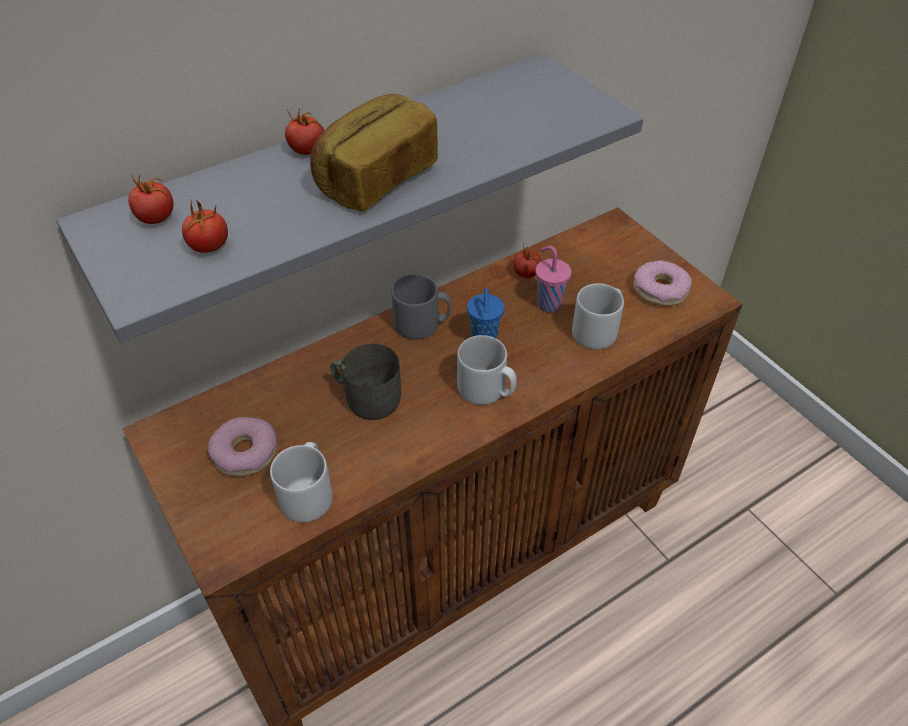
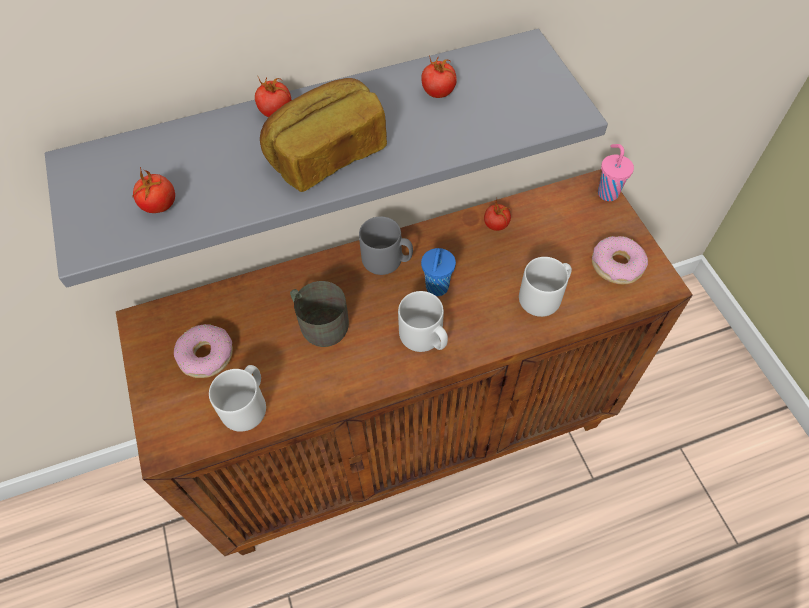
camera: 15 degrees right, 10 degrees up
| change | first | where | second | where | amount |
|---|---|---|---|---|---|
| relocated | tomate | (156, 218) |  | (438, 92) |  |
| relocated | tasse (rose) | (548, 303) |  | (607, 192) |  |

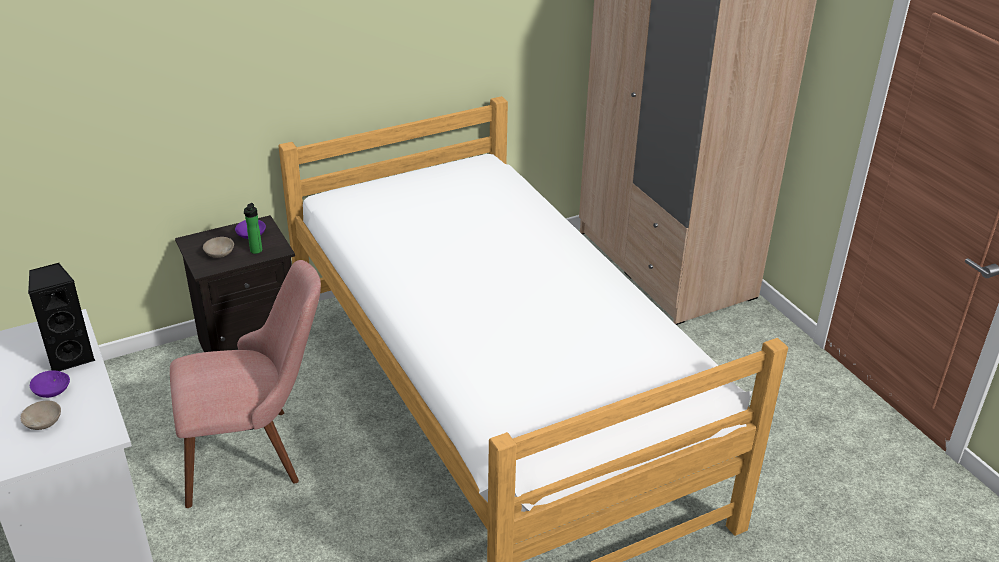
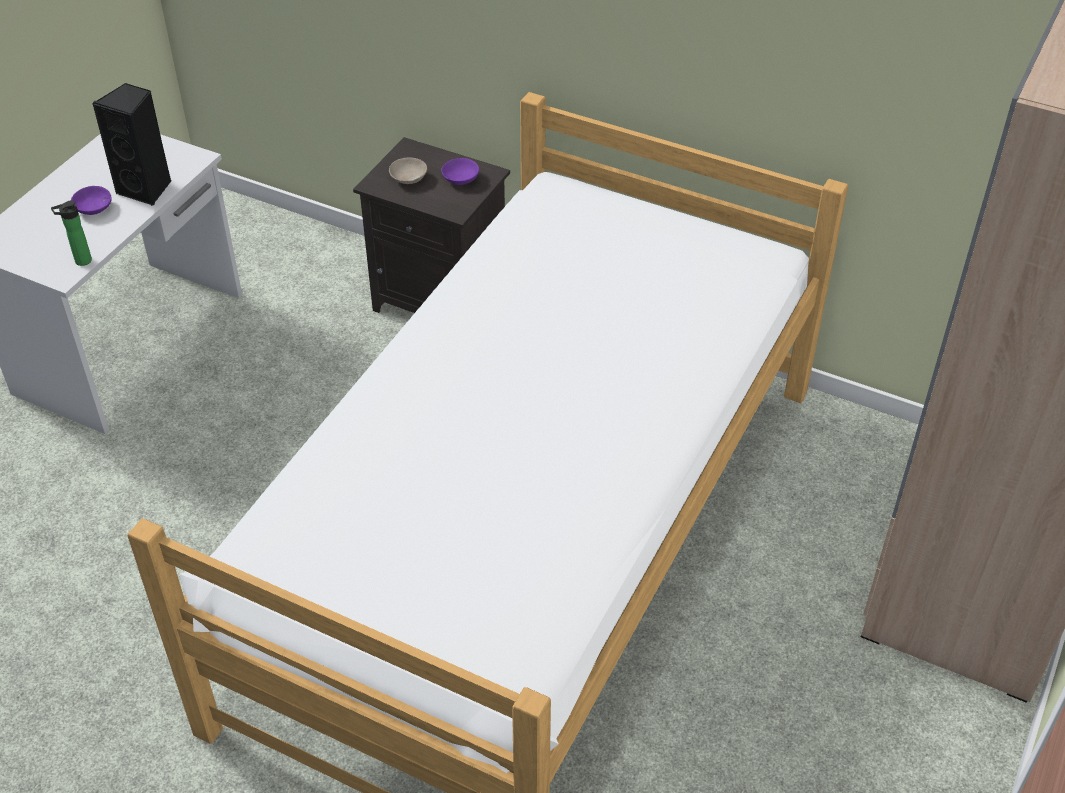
camera: 55 degrees right, 10 degrees up
| change | first | where | second | where | amount |
|---|---|---|---|---|---|
| missing | bol (beige) | (44, 422) |  |  |  |
| missing | chaise (rose) | (256, 451) |  |  |  |
| relocated | bouteille | (255, 251) |  | (80, 261) |  |

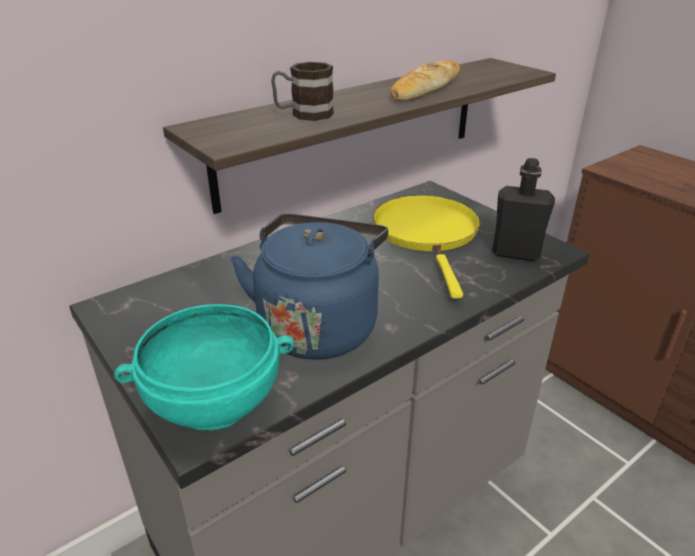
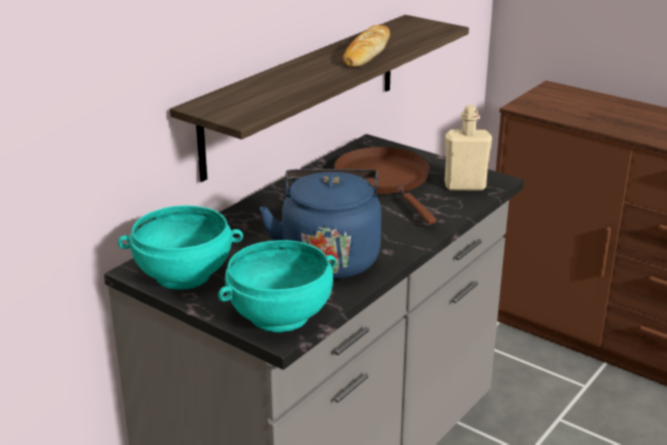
camera: 15 degrees left, 5 degrees down
| change | first | where | second | where | amount |
|---|---|---|---|---|---|
| missing | mug | (303, 114) |  |  |  |
| appeared |  |  | bol (turquoise) | (183, 276) |  |
| colour | poêle (jaune) | (427, 234) | poêle (marron) | (385, 180) |  |
| colour | bouteille (noir) | (515, 253) | bouteille (beige) | (465, 186) |  |

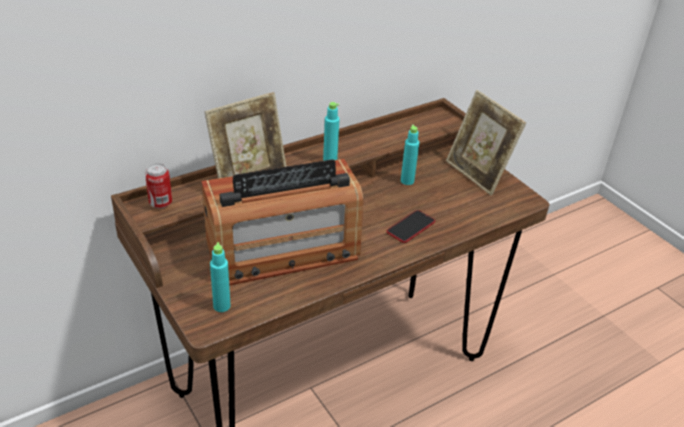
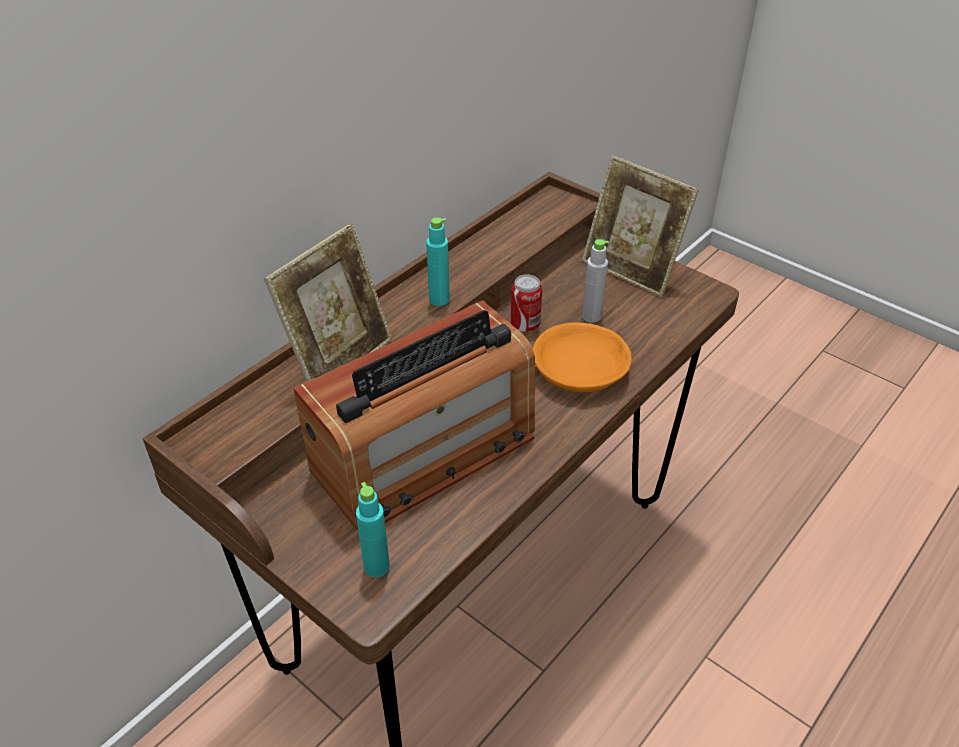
camera: 15 degrees left, 5 degrees up
| change | first | where | second | where | amount |
|---|---|---|---|---|---|
| missing | bouteille (turquoise) | (407, 181) |  |  |  |
| appeared |  |  | bouteille (gris) | (591, 316) |  |
| relocated | boîte métallique | (160, 203) |  | (525, 325) |  |
| exchanged | téléphone | (410, 227) | bol (orange) | (581, 371) |  |

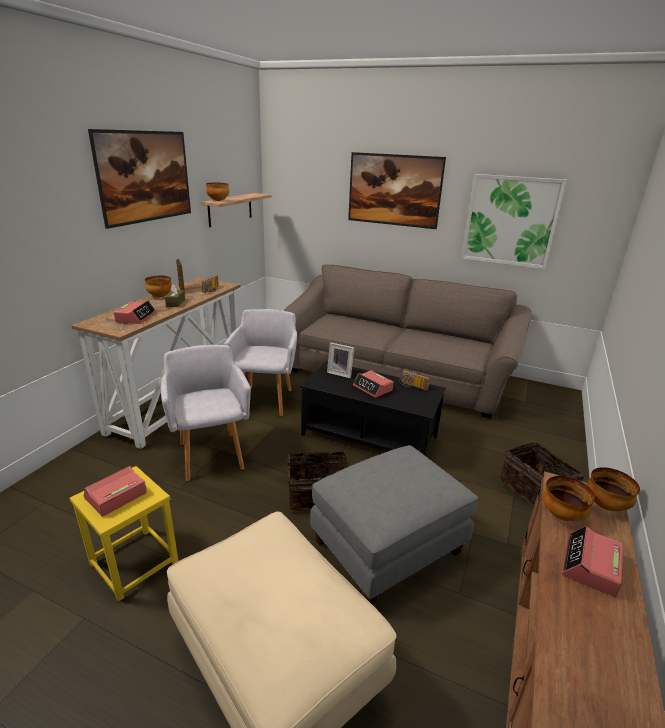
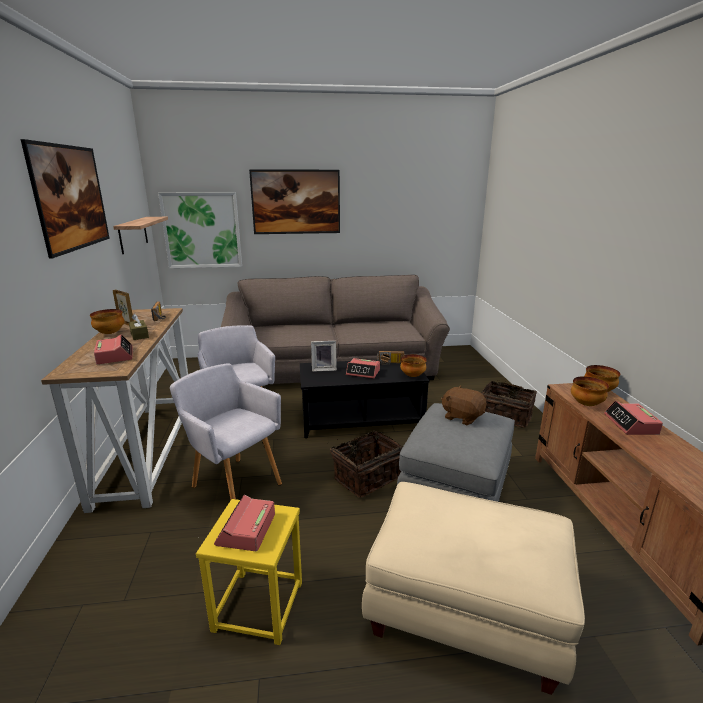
camera: 30 degrees left, 5 degrees down
| change | first | where | second | where | amount |
|---|---|---|---|---|---|
| appeared |  |  | peluche (marron) | (462, 417) |  |
| relocated | bol | (218, 201) |  | (413, 376) |  |
| relocated | tableau | (510, 221) |  | (202, 230) |  |

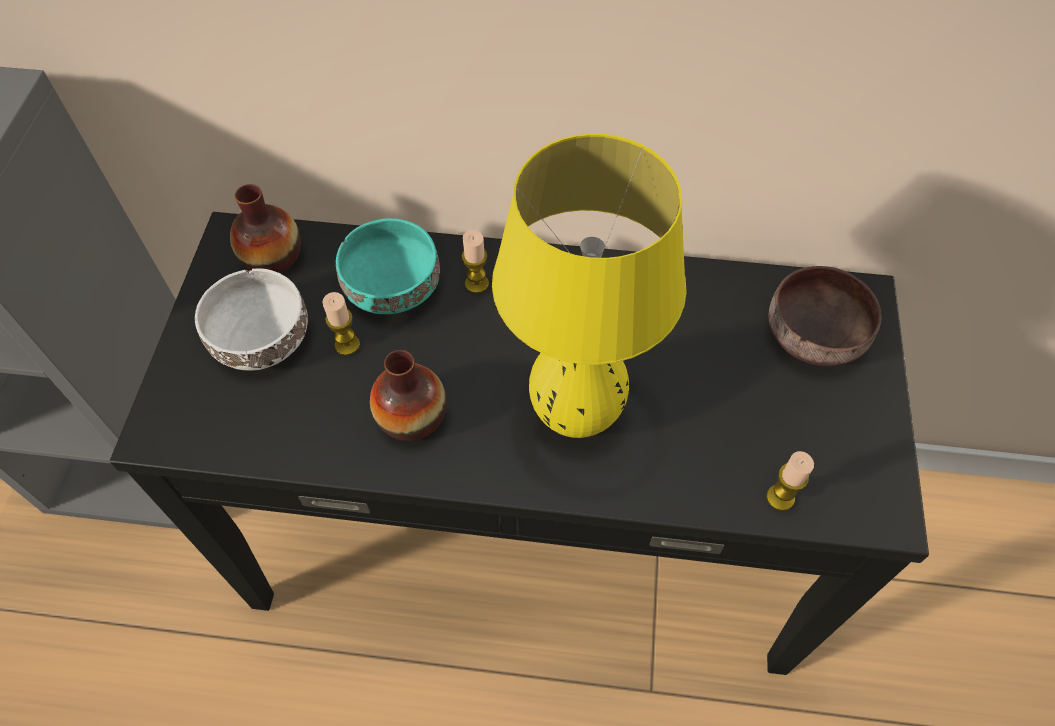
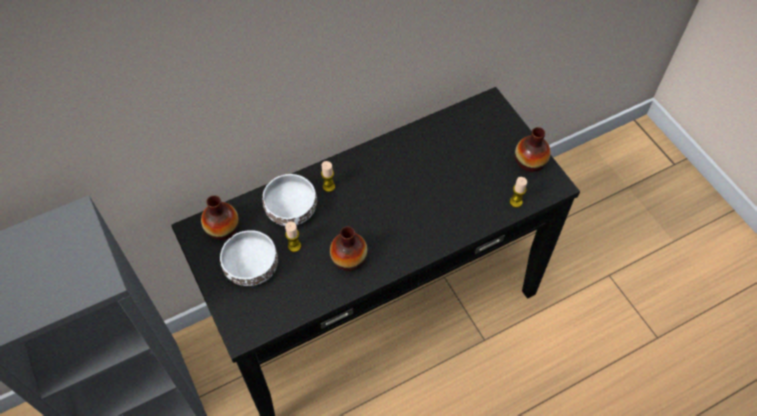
camera: 35 degrees left, 0 degrees up
| change | first | where | second | where | amount |
|---|---|---|---|---|---|
| missing | lampe de table (jaune) | (576, 416) |  |  |  |
| missing | bol (marron) | (816, 333) |  |  |  |
| appeared |  |  | vase | (530, 161) |  |
| colour | bol (turquoise) | (393, 287) | bol (blanc) | (292, 209) |  |

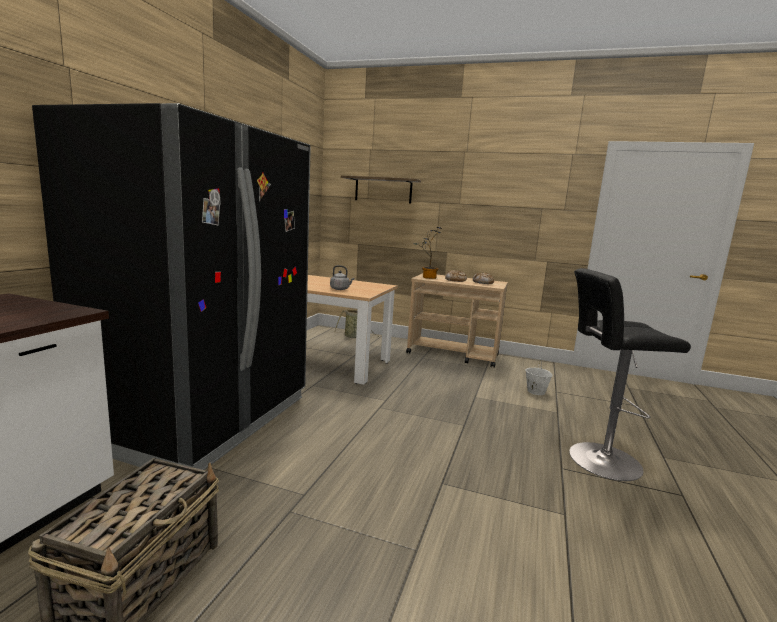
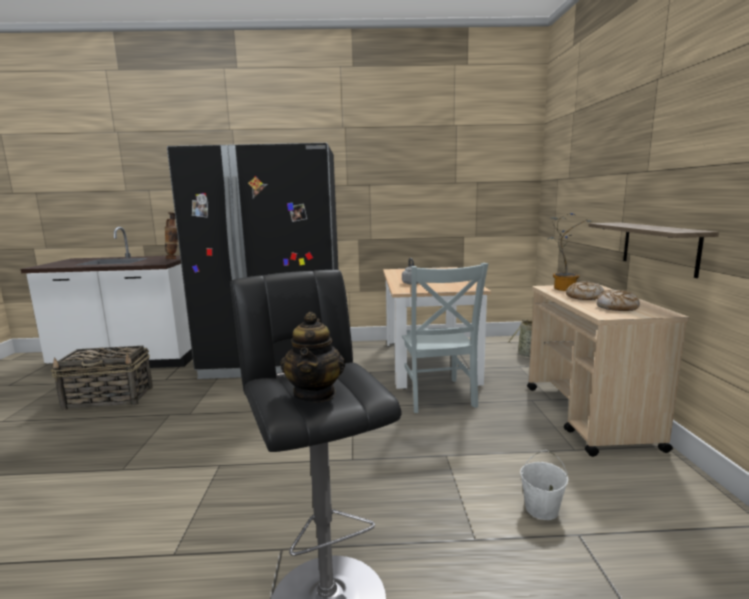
camera: 70 degrees right, 0 degrees up
| change | first | where | second | where | amount |
|---|---|---|---|---|---|
| appeared |  |  | vase | (174, 259) |  |
| appeared |  |  | théière | (315, 393) |  |
| appeared |  |  | chaise (gris) | (437, 397) |  |
| relocated | étagère | (383, 190) |  | (659, 247) |  |

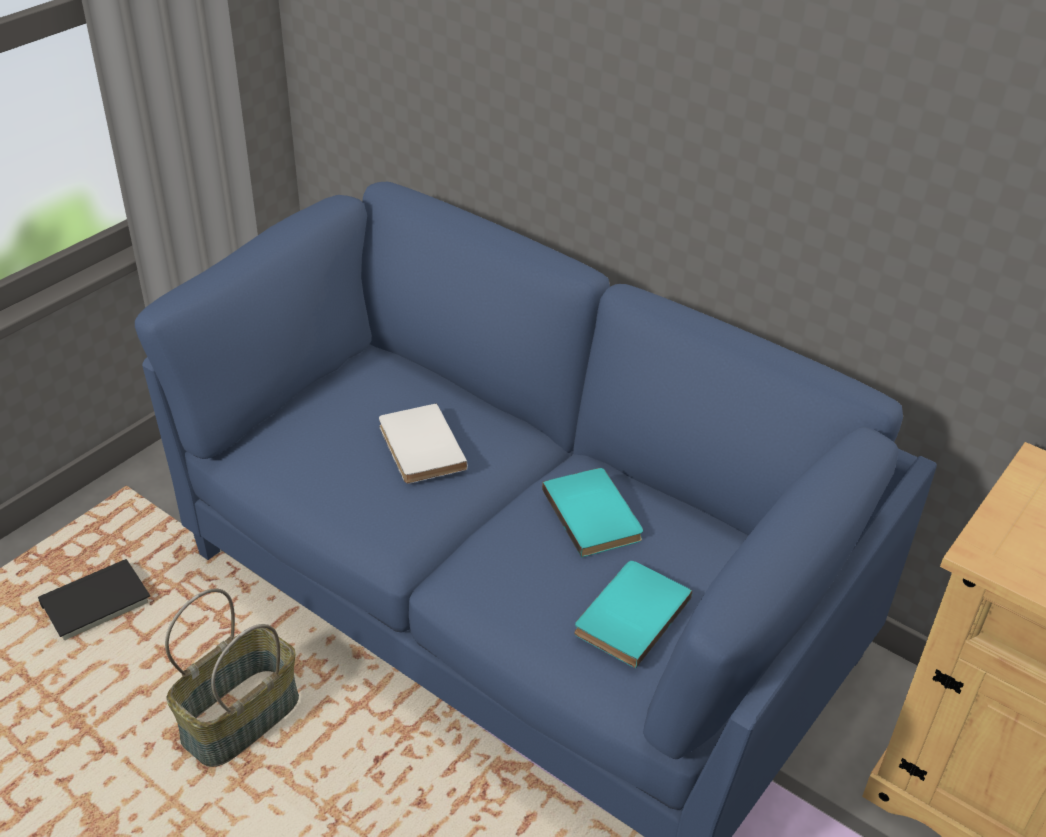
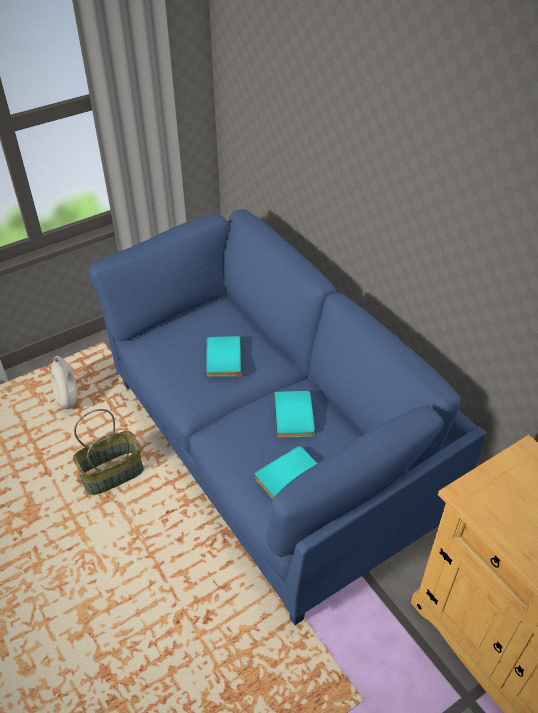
camera: 20 degrees right, 5 degrees up
| change | first | where | second | where | amount |
|---|---|---|---|---|---|
| exchanged | livre (noir) | (96, 605) | vase (blanc) | (68, 400) |  |
| colour | livre (blanc) | (418, 447) | livre (turquoise) | (222, 358) |  |

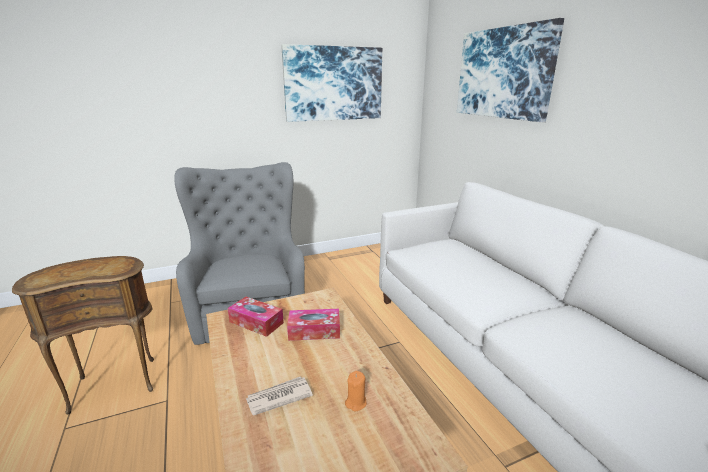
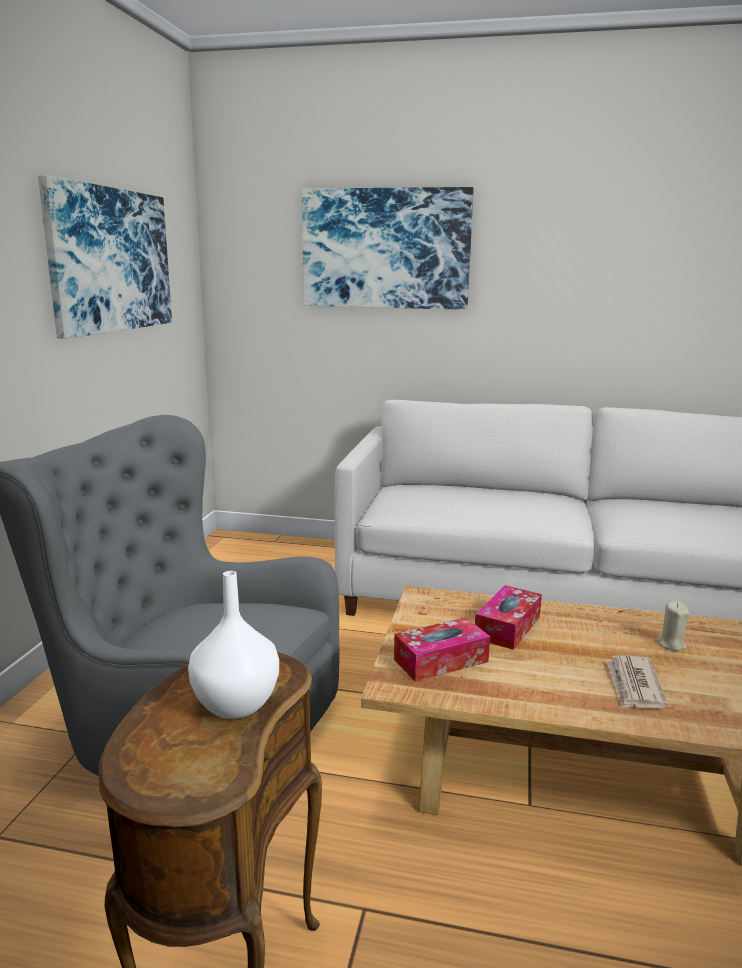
camera: 55 degrees left, 5 degrees down
| change | first | where | second | where | amount |
|---|---|---|---|---|---|
| appeared |  |  | vase (blanc) | (236, 706) |  |
| colour | bougie (orange) | (356, 402) | bougie (beige) | (671, 644) |  |

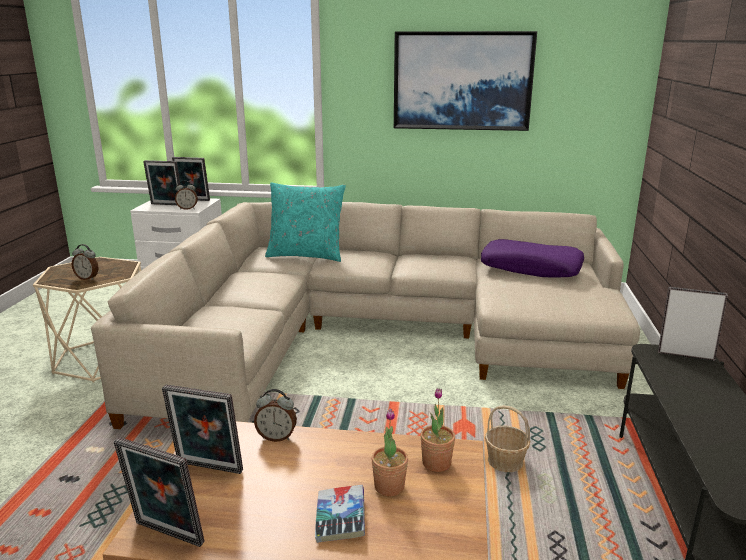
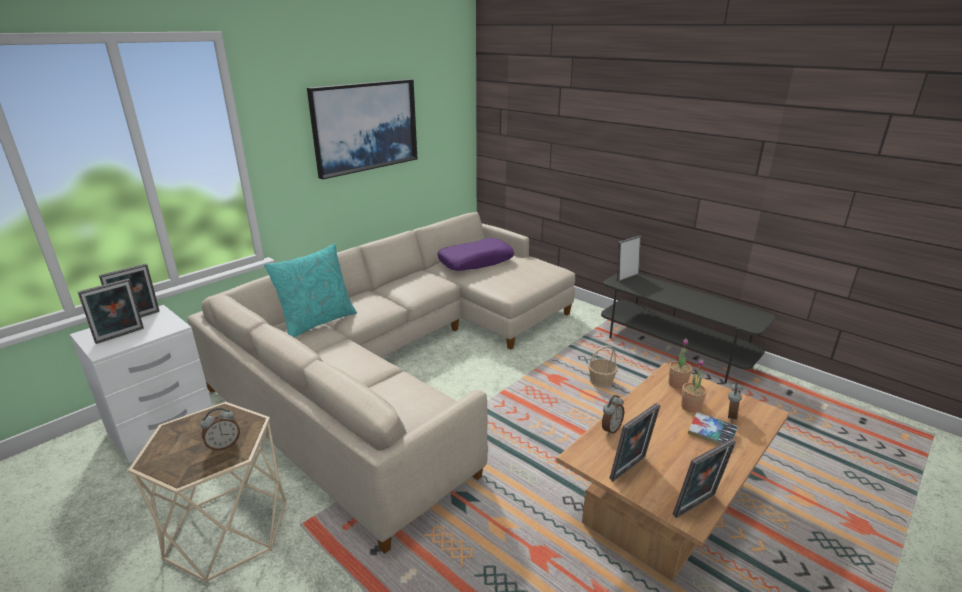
camera: 55 degrees left, 5 degrees up
| change | first | where | second | where | amount |
|---|---|---|---|---|---|
| relocated | réveil | (187, 209) |  | (730, 416) |  |

